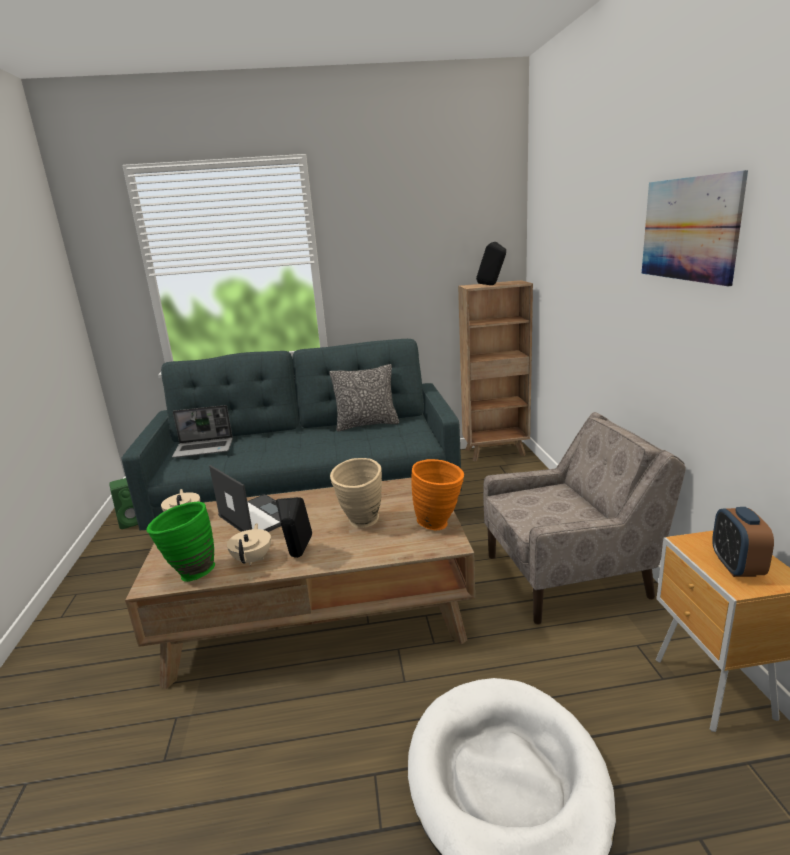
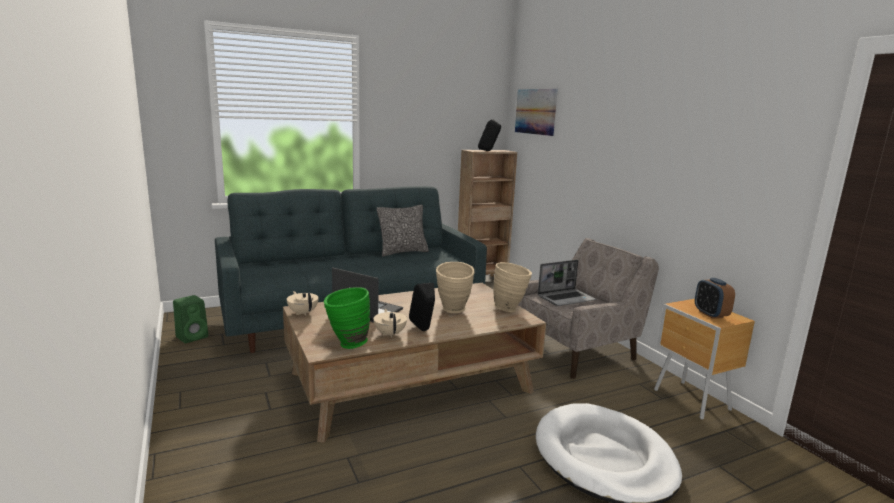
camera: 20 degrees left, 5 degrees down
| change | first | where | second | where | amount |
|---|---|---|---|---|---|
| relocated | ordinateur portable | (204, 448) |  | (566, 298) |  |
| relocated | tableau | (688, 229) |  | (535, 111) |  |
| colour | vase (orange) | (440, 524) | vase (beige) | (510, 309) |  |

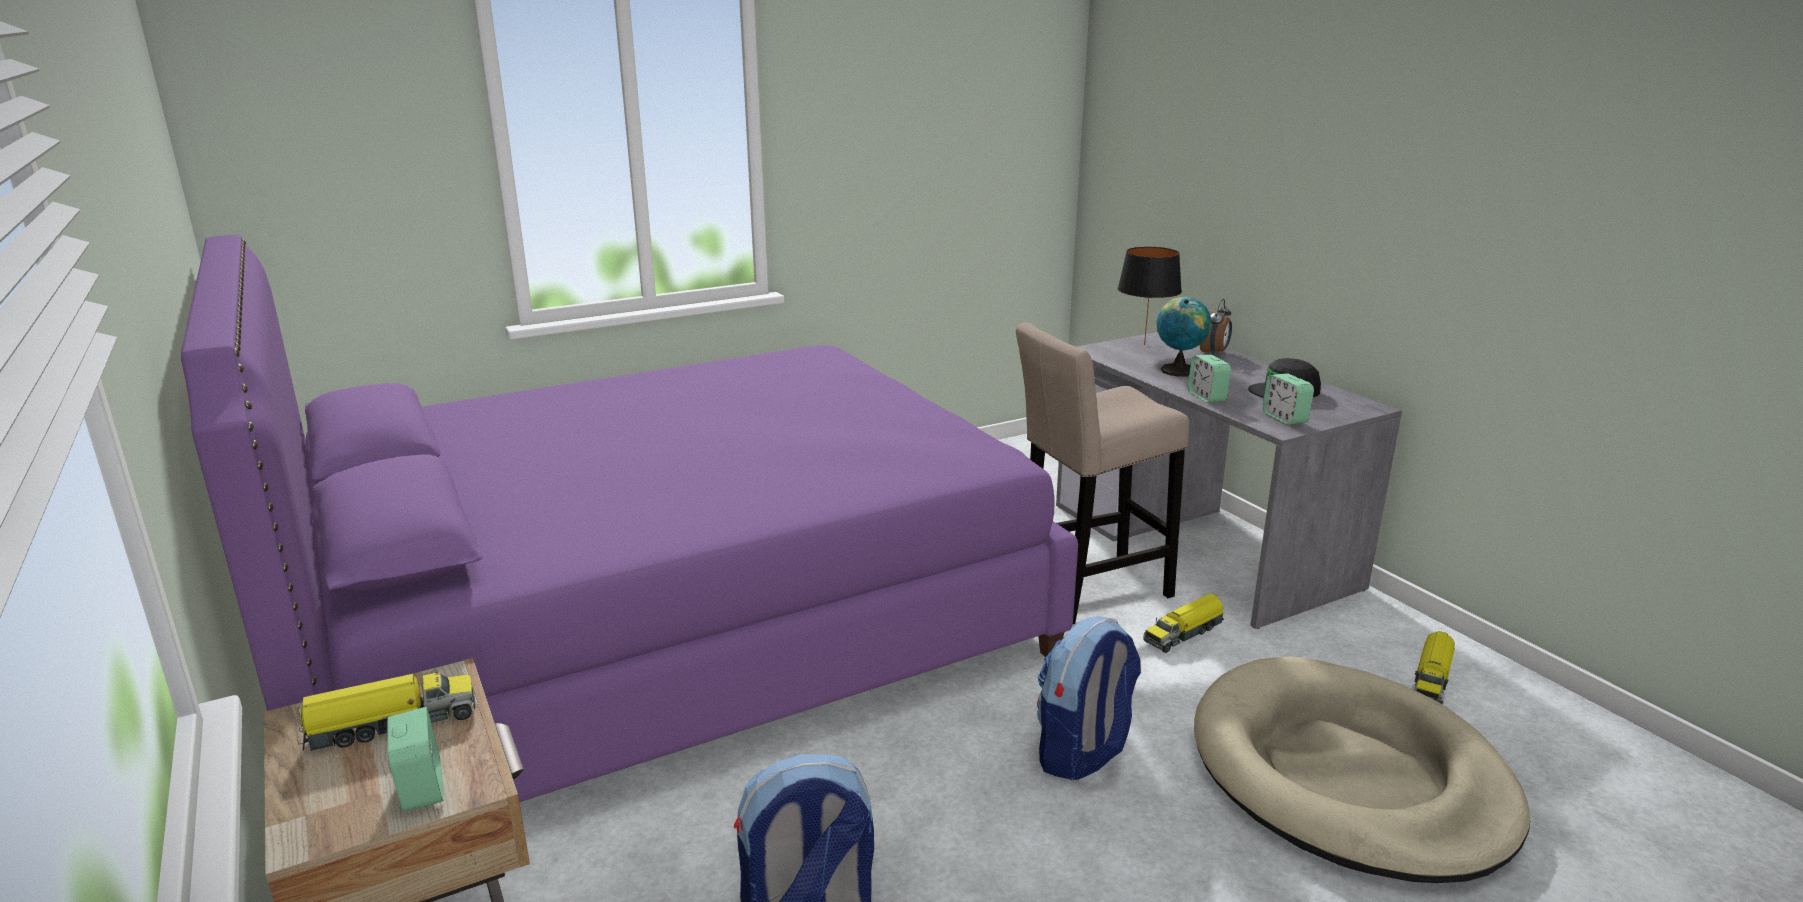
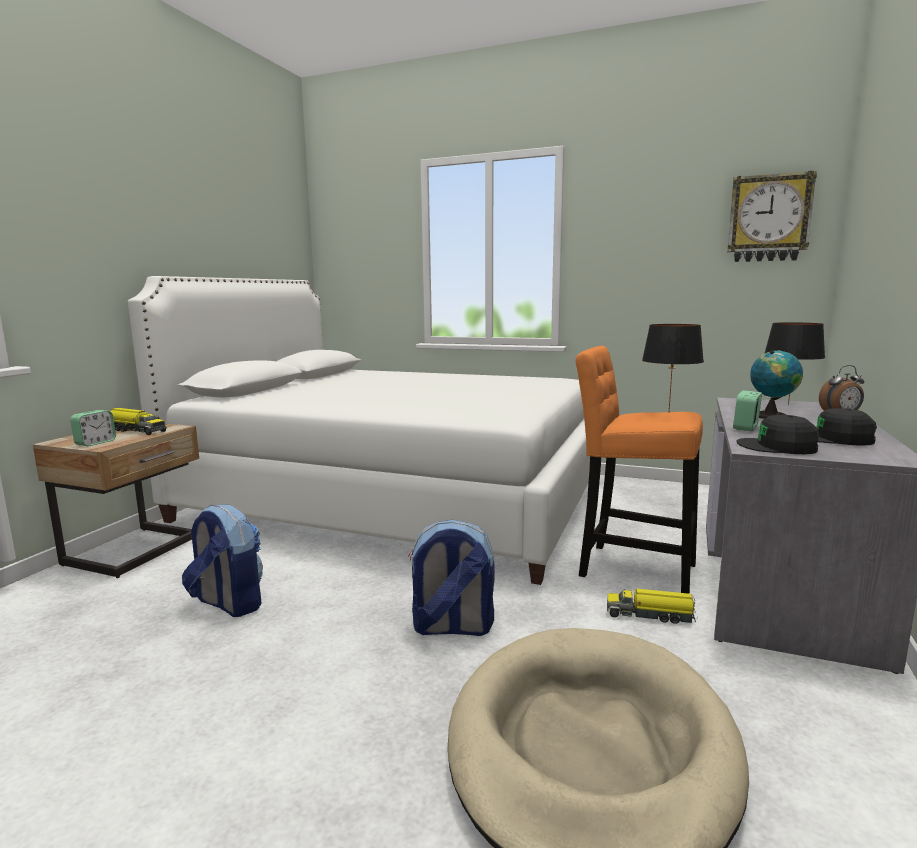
camera: 50 degrees right, 10 degrees down
| change | first | where | second | where | amount |
|---|---|---|---|---|---|
| missing | camion jouet | (1431, 680) |  |  |  |
| appeared |  |  | lampe de table (noir) | (669, 412) |  |
| appeared |  |  | horloge murale | (769, 218) |  |
| exchanged | réveil | (1285, 418) | casquette (noir) | (777, 447) |  |
| colour | lit (violet) | (668, 631) | lit (blanc) | (397, 499) |  |
| colour | tabouret (beige) | (1087, 590) | tabouret (orange) | (630, 568) |  |

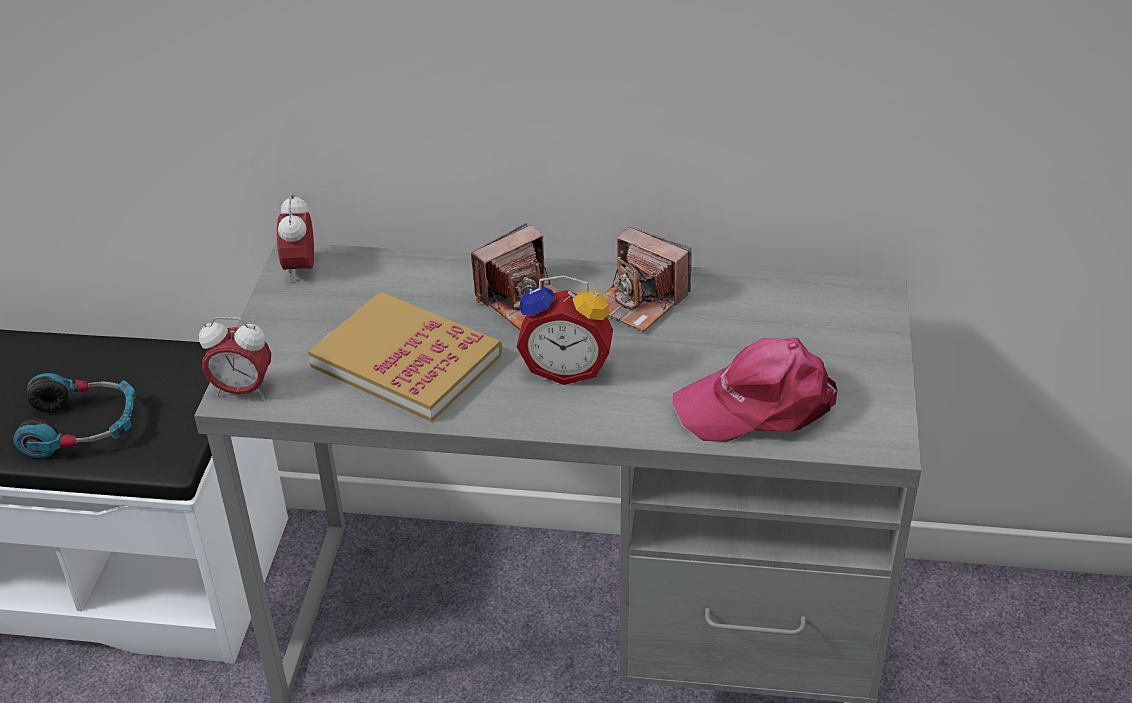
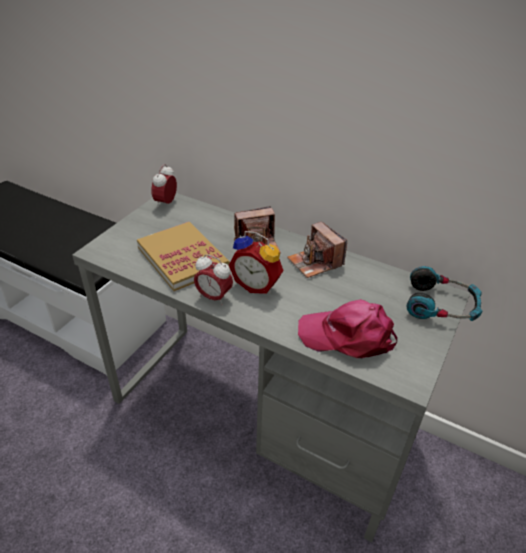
camera: 20 degrees right, 0 degrees up
| change | first | where | second | where | amount |
|---|---|---|---|---|---|
| relocated | casque audio | (81, 427) |  | (441, 305) |  |
| relocated | réveil | (242, 390) |  | (214, 297) |  |

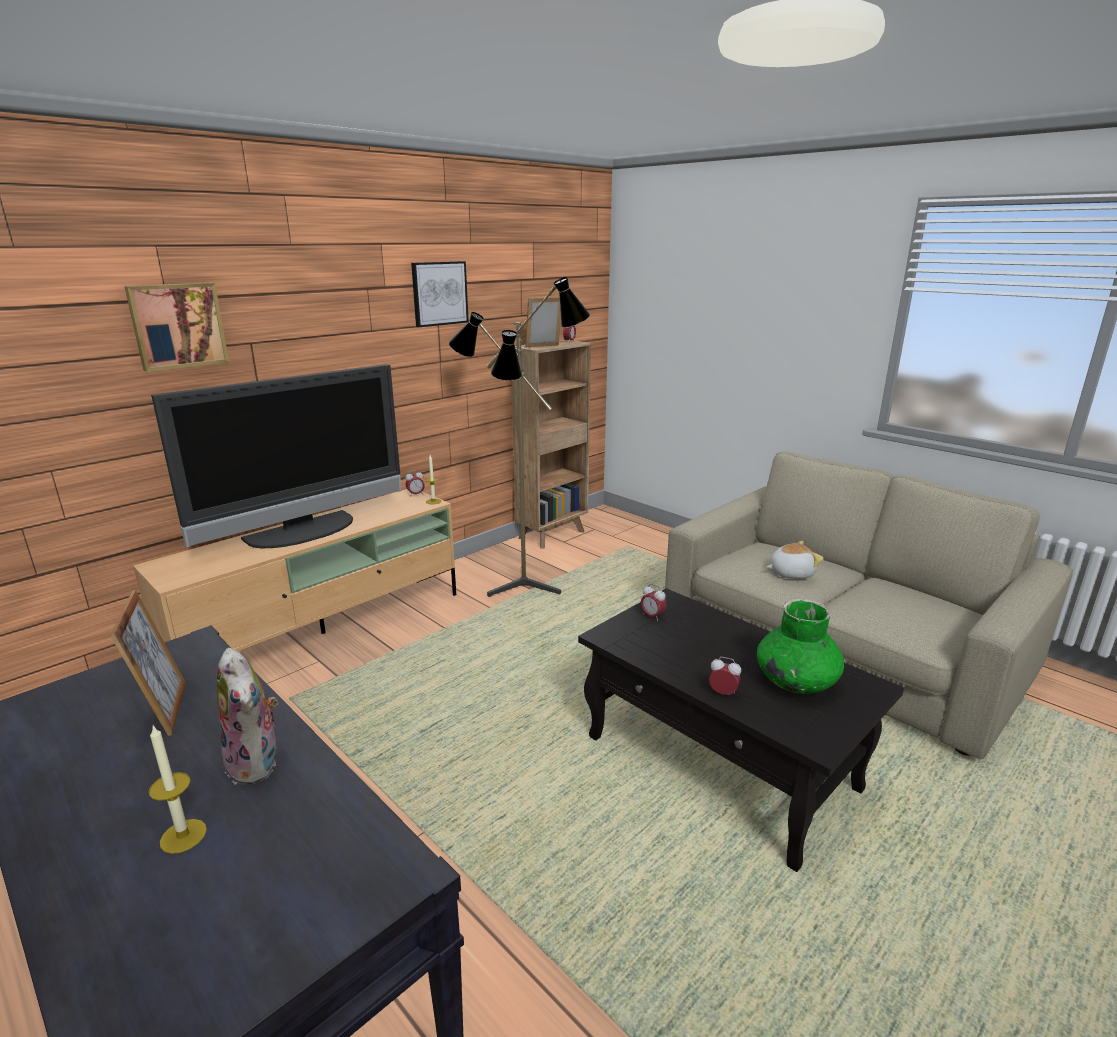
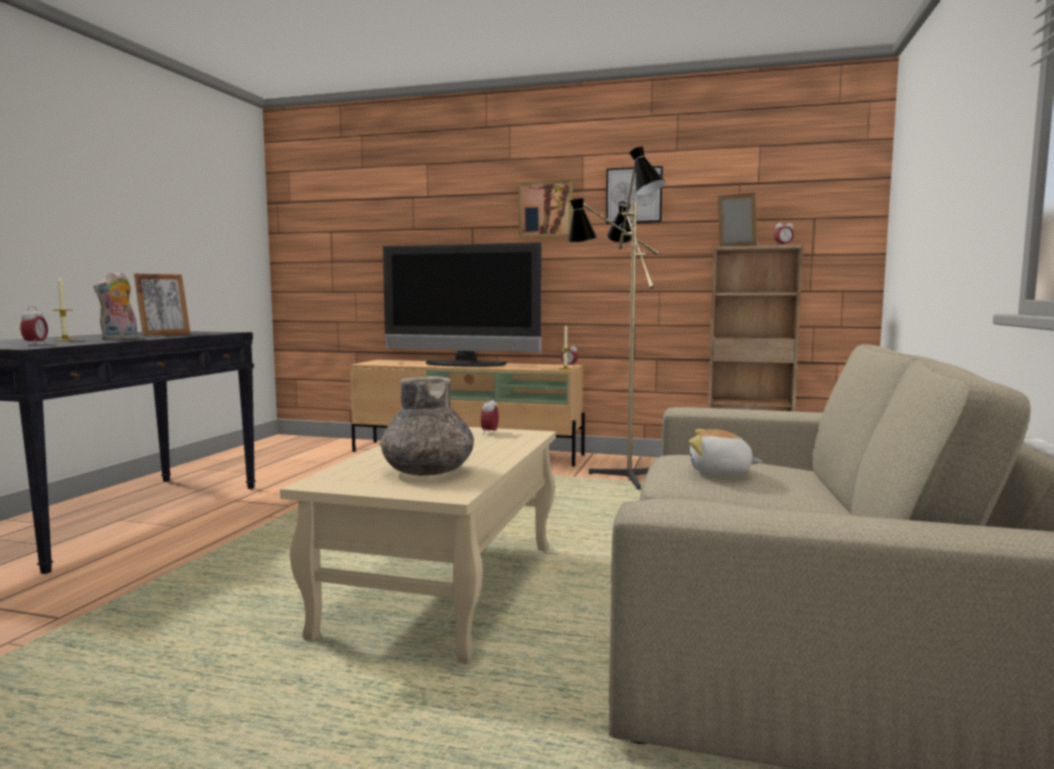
camera: 60 degrees right, 15 degrees down
| change | first | where | second | where | amount |
|---|---|---|---|---|---|
| relocated | tableau | (178, 325) |  | (546, 209) |  |
| relocated | réveil | (723, 693) |  | (35, 344) |  |
| colour | table basse (noir) | (721, 763) | table basse (beige) | (443, 589) |  |
| colour | vase (vert) | (795, 680) | vase (gris) | (428, 471) |  |
| spun | peluche | (790, 573) |  | (720, 472) | 150 degrees clockwise |

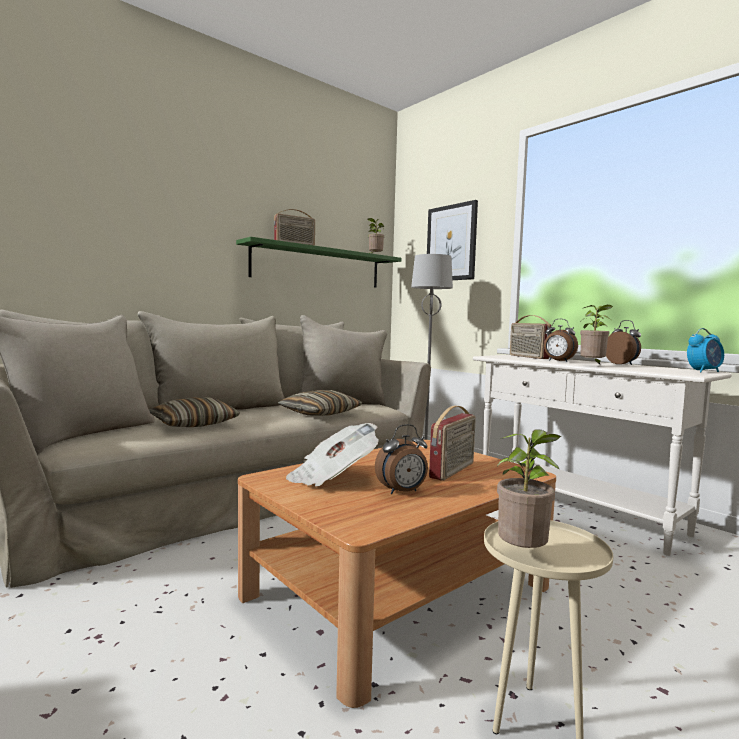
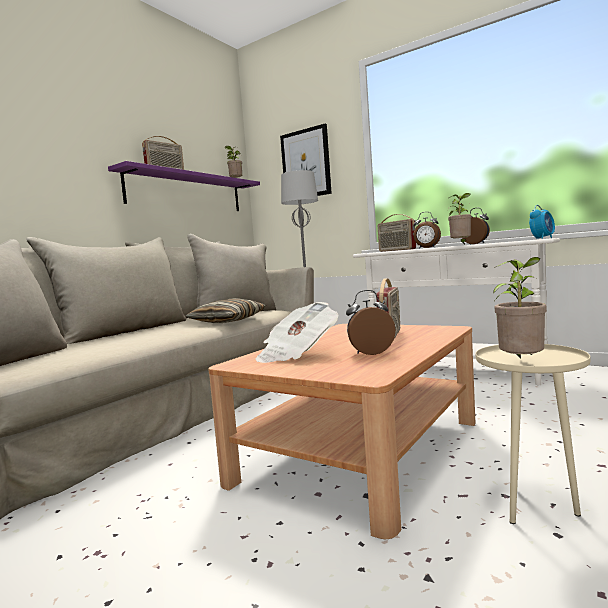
camera: 15 degrees left, 0 degrees up
| change | first | where | second | where | amount |
|---|---|---|---|---|---|
| missing | coussin | (193, 424) |  |  |  |
| colour | étagère (vert) | (318, 266) | étagère (violet) | (187, 192) |  |
| spun | réveil | (402, 492) |  | (370, 352) | 150 degrees counterclockwise |

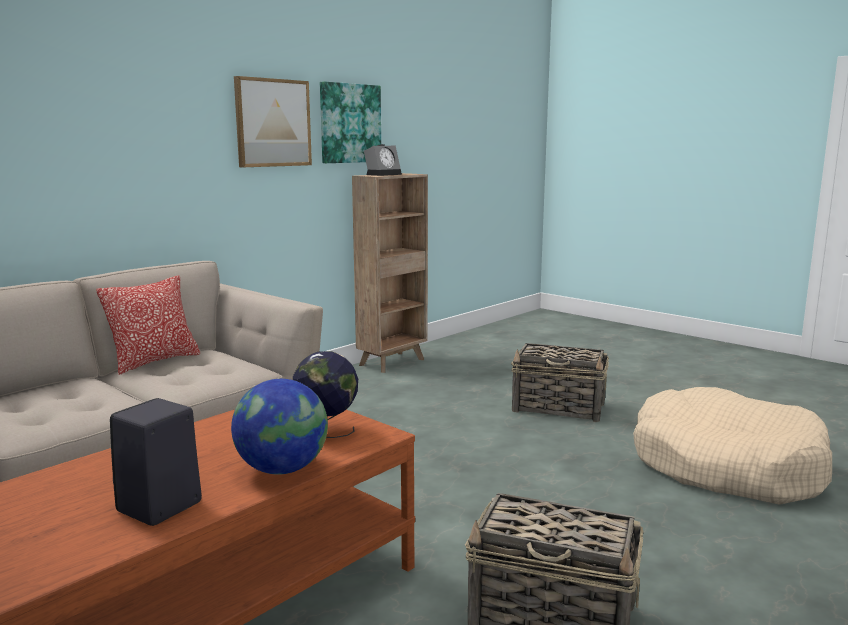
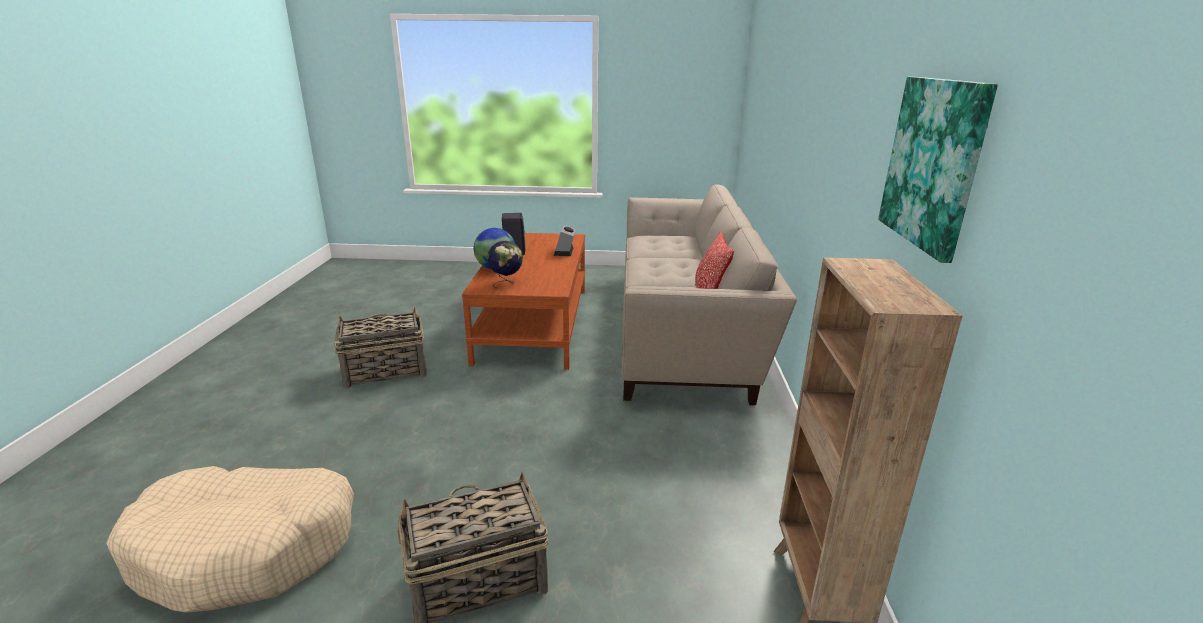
camera: 140 degrees right, 10 degrees up
| change | first | where | second | where | amount |
|---|---|---|---|---|---|
| missing | tableau | (272, 123) |  |  |  |
| relocated | réveil | (383, 174) |  | (565, 252) |  |

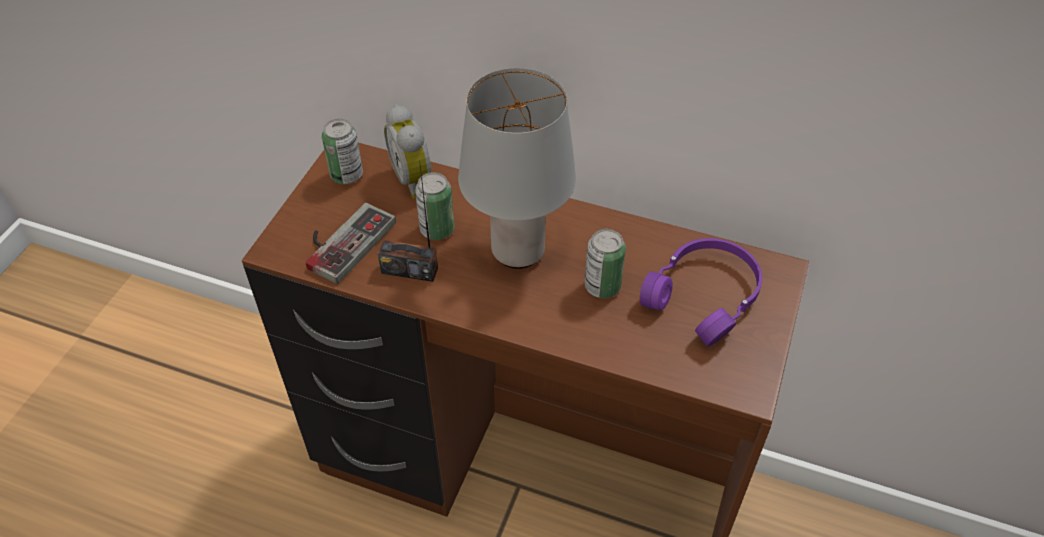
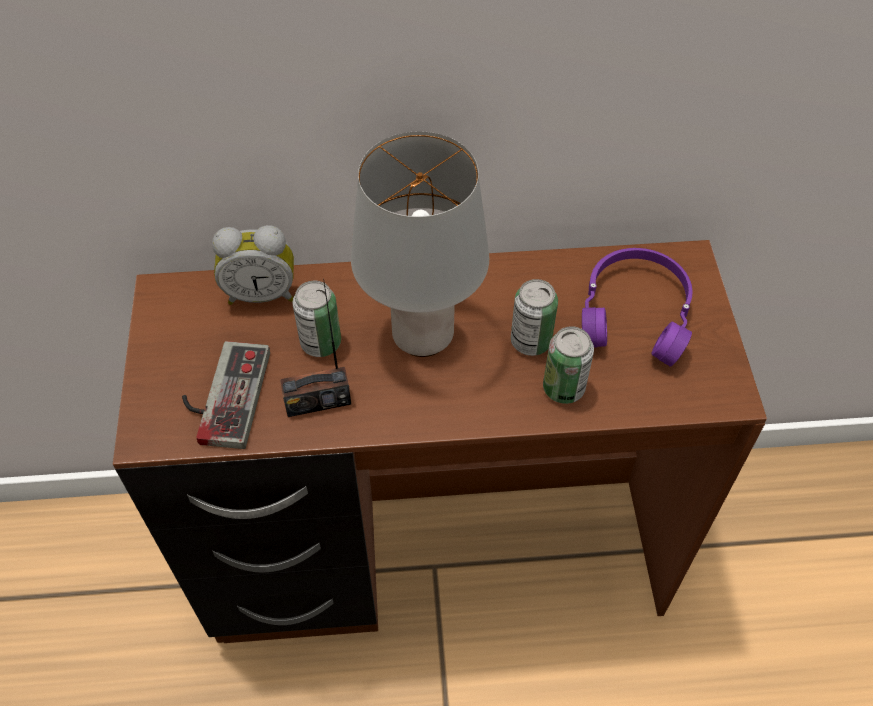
camera: 25 degrees left, 5 degrees up
| change | first | where | second | where | amount |
|---|---|---|---|---|---|
| relocated | boîte métallique | (346, 175) |  | (563, 388) |  |
| spun | réveil | (415, 178) |  | (261, 293) | 45 degrees counterclockwise |

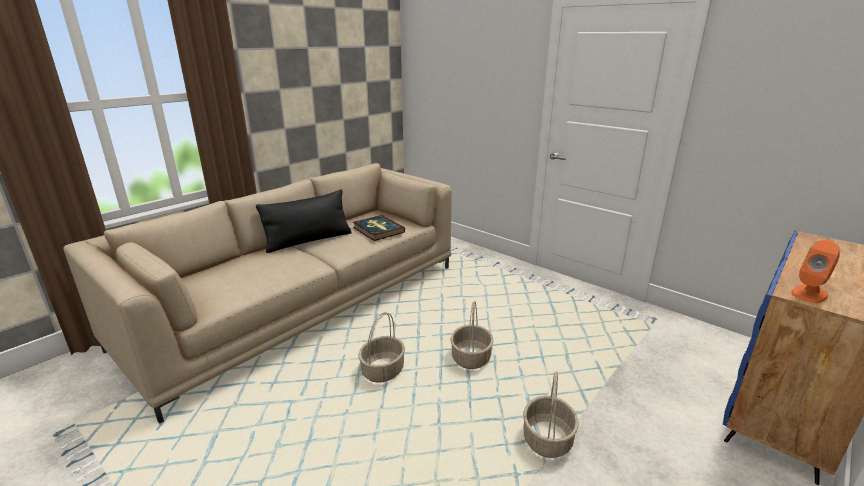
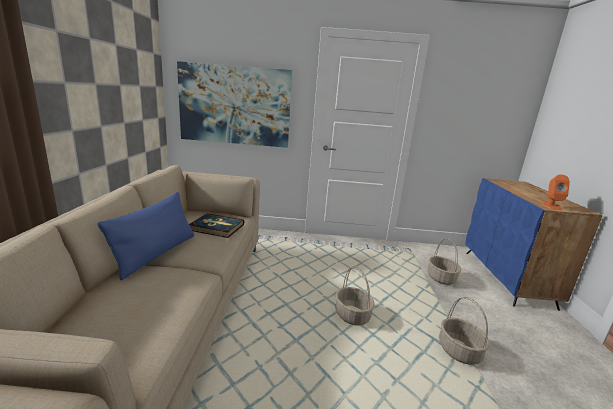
camera: 40 degrees left, 5 degrees down
| change | first | where | second | where | amount |
|---|---|---|---|---|---|
| appeared |  |  | tableau | (235, 105) |  |
| relocated | panier | (382, 370) |  | (440, 278) |  |
| colour | coussin (noir) | (308, 241) | coussin (bleu) | (156, 254) |  |

